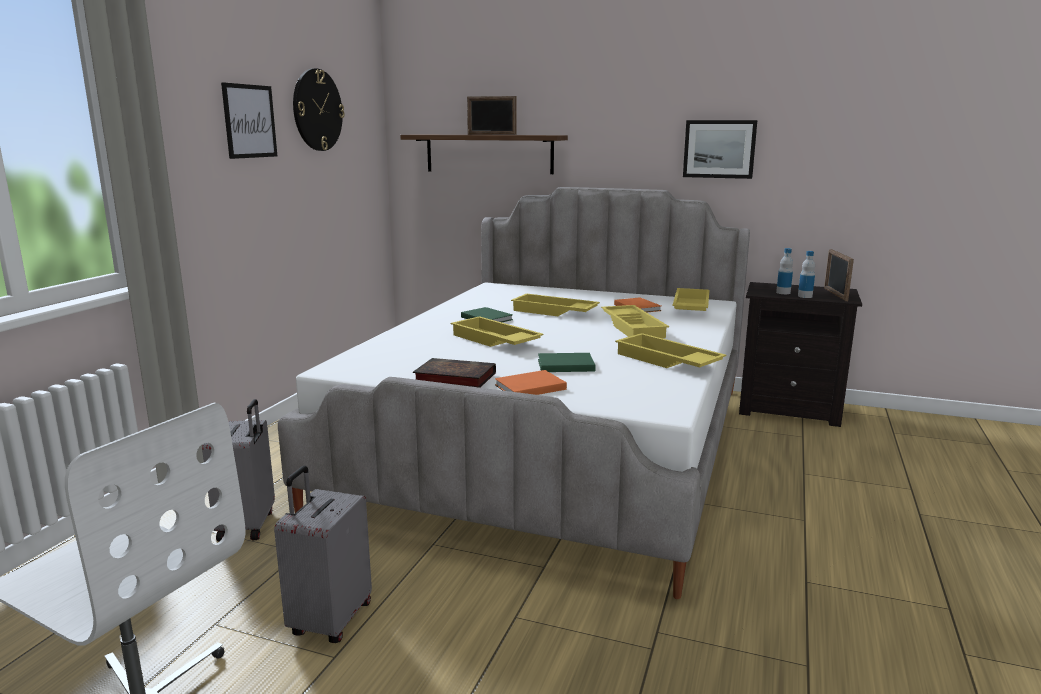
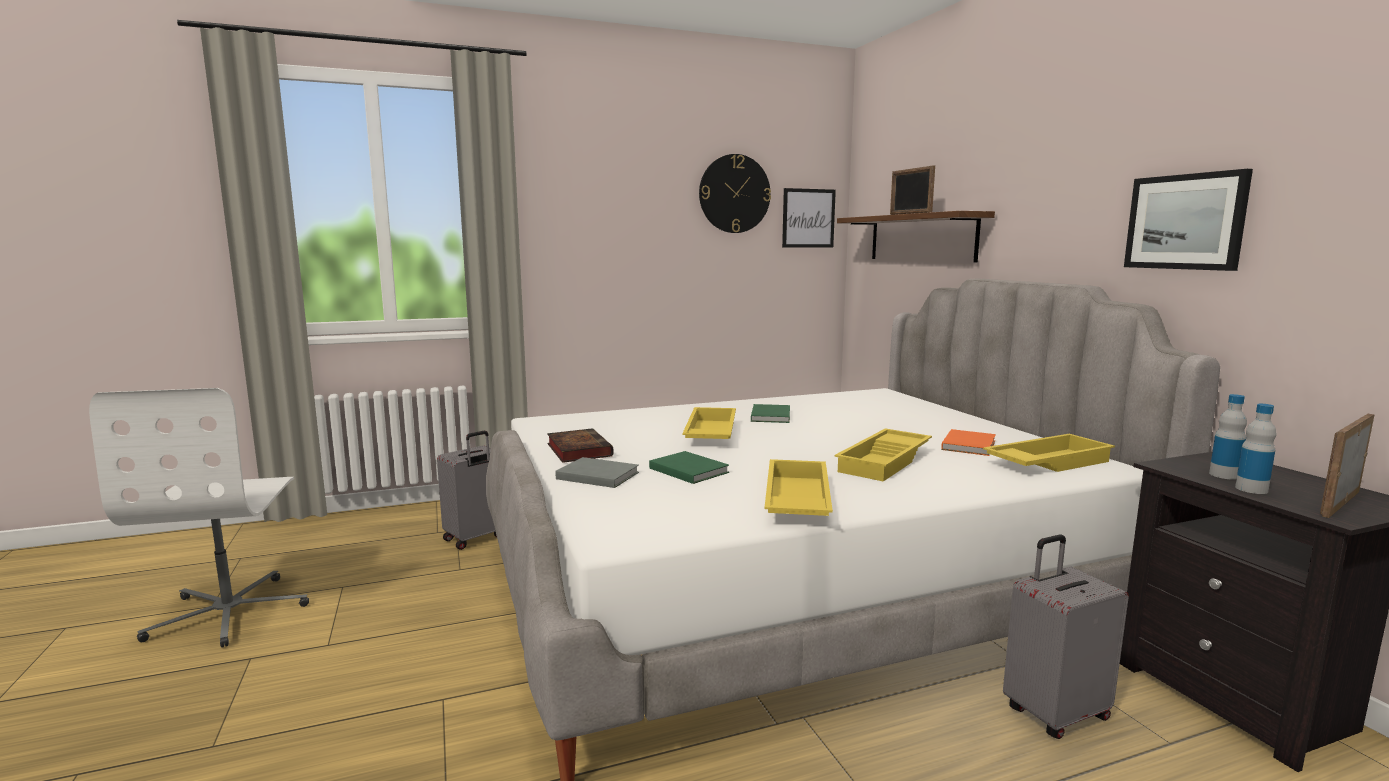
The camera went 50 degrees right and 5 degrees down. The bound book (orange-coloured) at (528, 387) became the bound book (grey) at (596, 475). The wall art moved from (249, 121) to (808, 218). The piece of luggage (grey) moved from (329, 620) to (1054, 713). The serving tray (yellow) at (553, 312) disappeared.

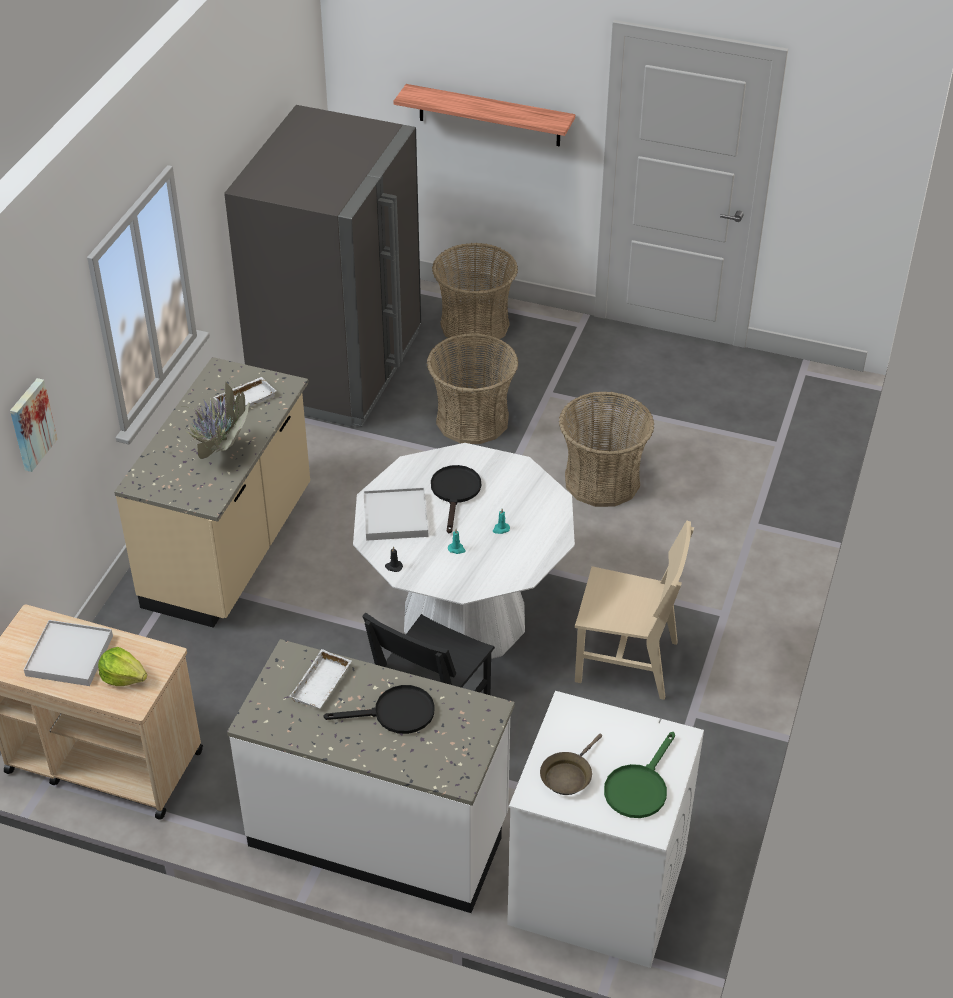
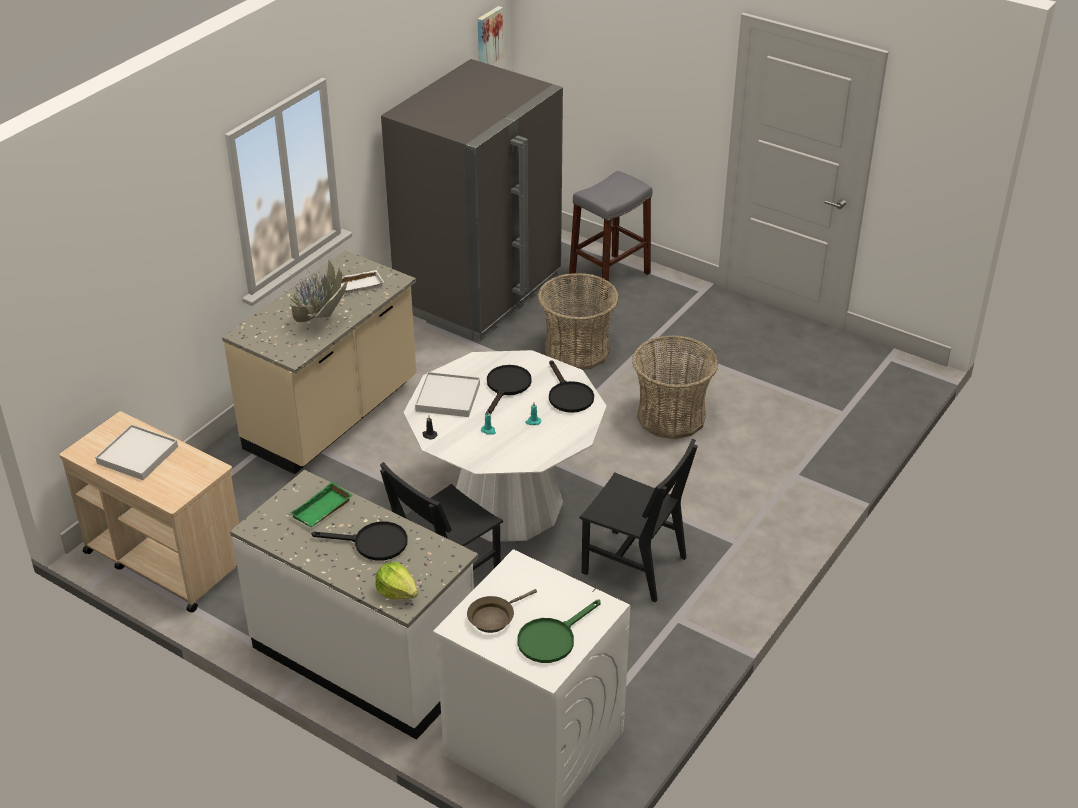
The camera went 15 degrees right and 5 degrees down. The serving tray (white) at (322, 685) became the serving tray (green-coloured) at (322, 510). The head of lettuce moved from (123, 677) to (397, 591). The wall art moved from (30, 424) to (488, 37). The pan (blackish) at (568, 395) appeared. The basket at (475, 325) was replaced by the stool (grey) at (609, 277). The upright chair (beige-coloured) at (626, 662) became the upright chair (blackish) at (634, 565). The bracket shelf at (489, 115) disappeared.

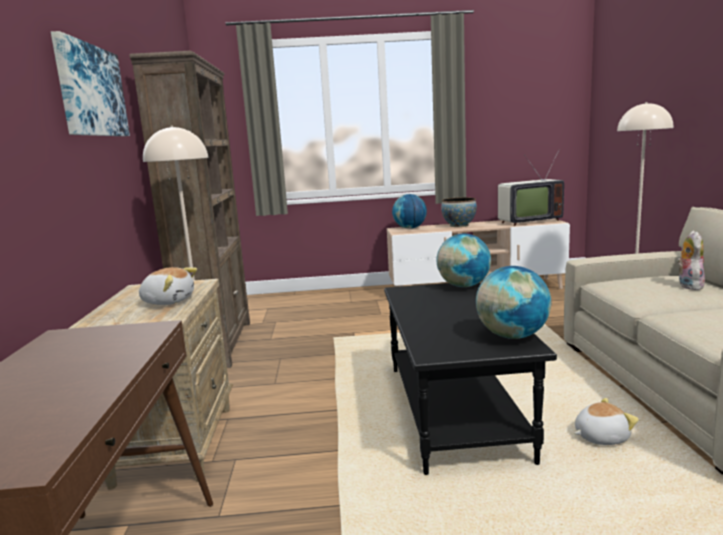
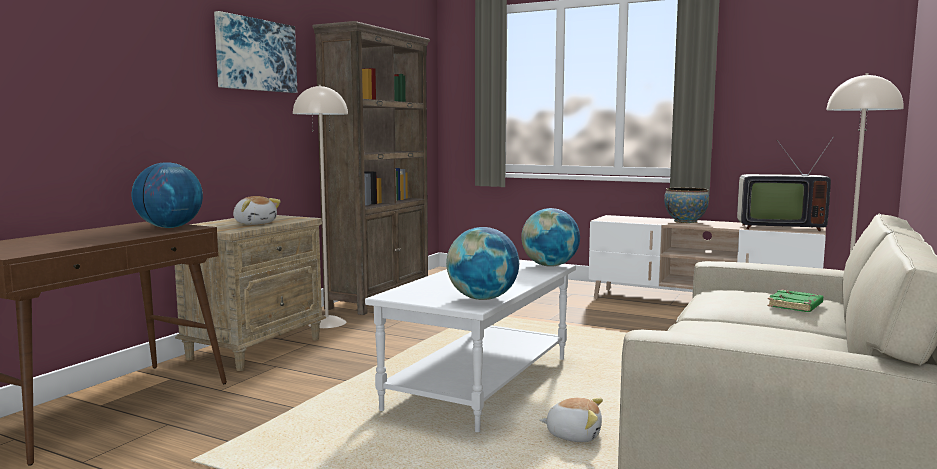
The camera went 30 degrees right and 5 degrees down. The desk globe moved from (410, 228) to (170, 227). The lounge table (blackish) at (456, 410) became the lounge table (white) at (482, 384). The cuddly toy at (688, 286) was replaced by the bound book (green-coloured) at (795, 306).

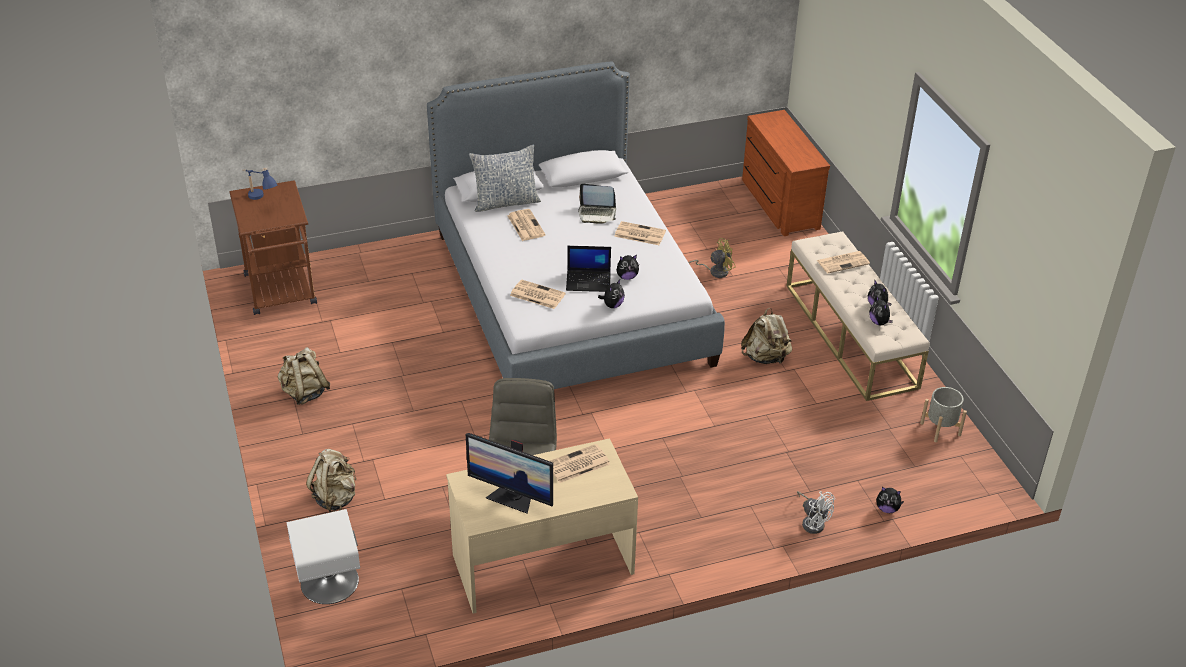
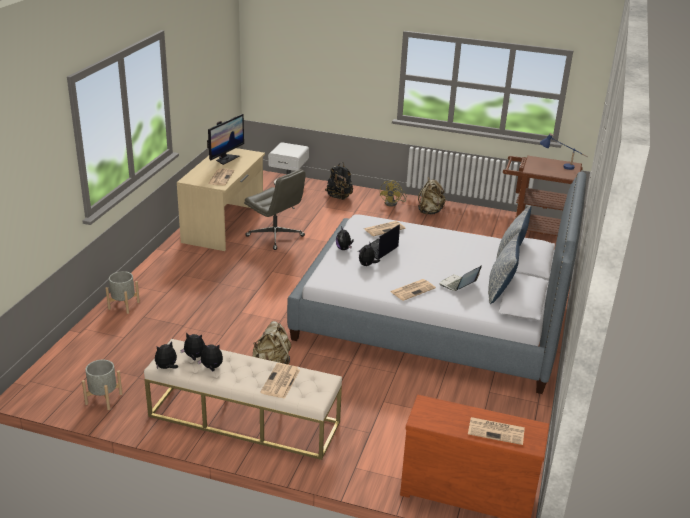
The camera went 125 degrees right and 10 degrees down. The cooling fan (white) at (812, 522) was replaced by the planter (grey) at (124, 305). The cuddly toy moved from (887, 509) to (167, 367). The computer display at (512, 498) turned 150 degrees clockwise. The rucksack (beige-coloured) at (335, 498) became the rucksack (blackish) at (339, 197). The cooling fan (yellow) moved from (715, 271) to (393, 203). The daily paper moved from (525, 225) to (497, 431). The throw pillow at (500, 290) appeared.

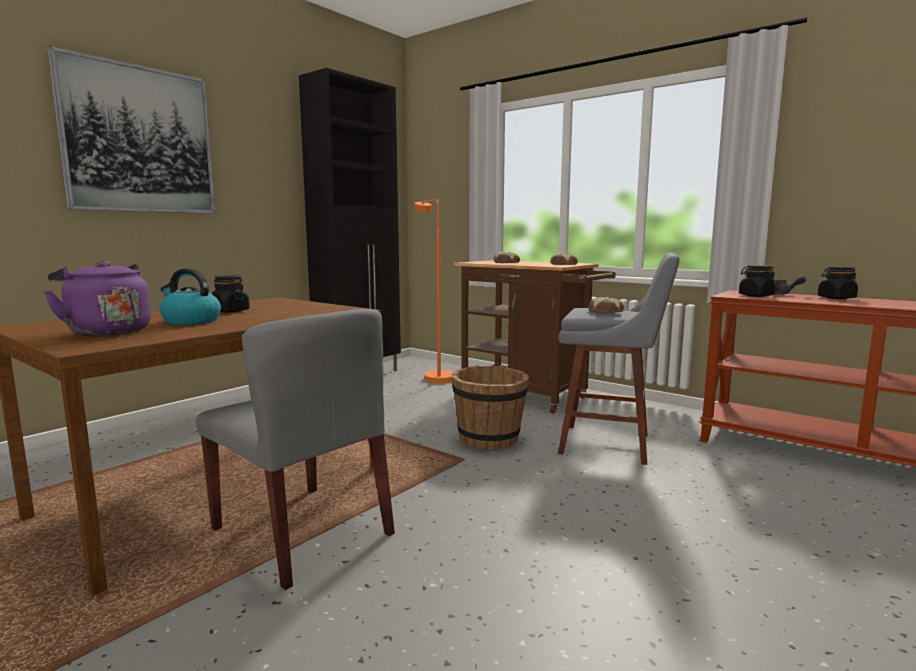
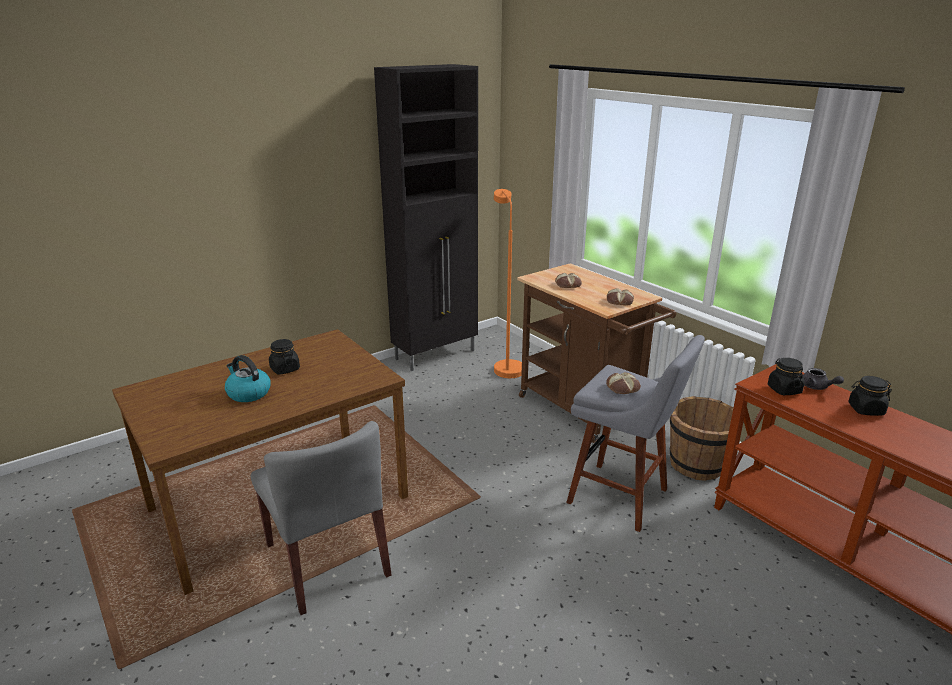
The camera went 15 degrees right and 15 degrees up. The bucket (brown) moved from (489, 439) to (697, 465). The tea kettle (purple-coloured) at (106, 332) disappeared. The wall art at (139, 140) disappeared.

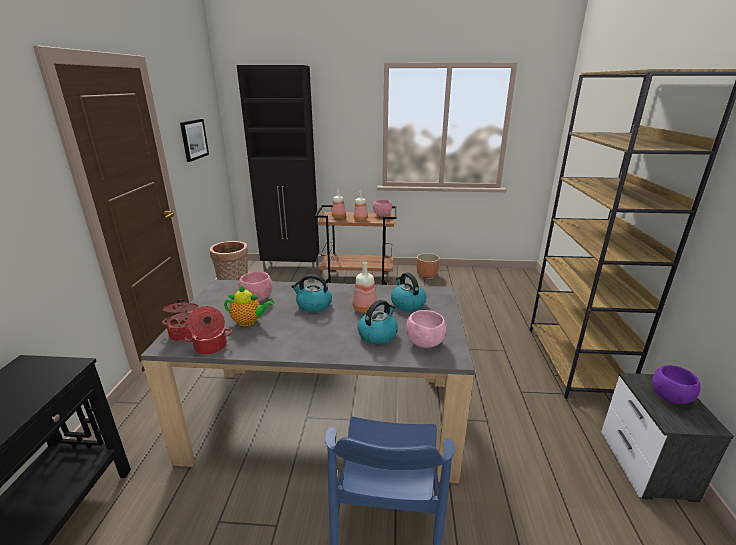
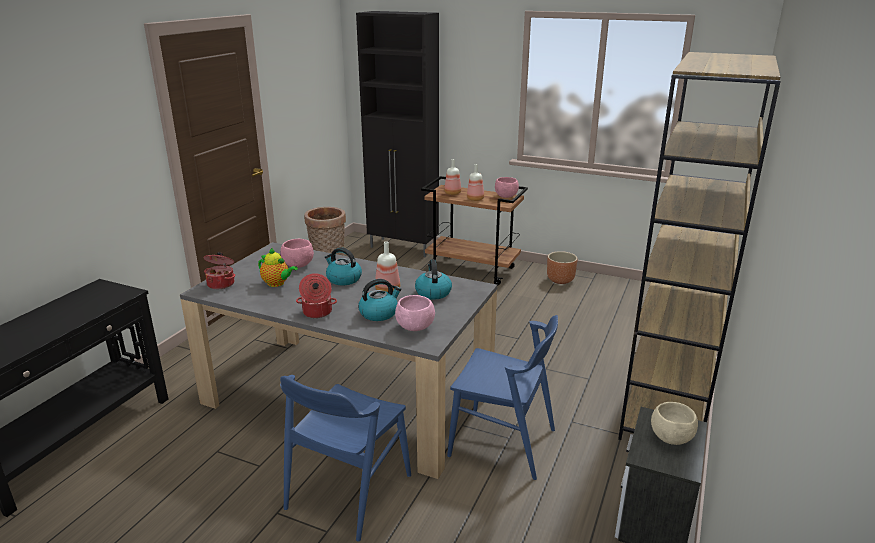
The camera went 20 degrees right and 0 degrees up. The saucepot moved from (211, 347) to (317, 312). The upright chair (blue) at (503, 443) appeared. The serving bowl (purple-coloured) at (670, 398) became the serving bowl (beige-coloured) at (671, 438). The wall art at (193, 139) disappeared.

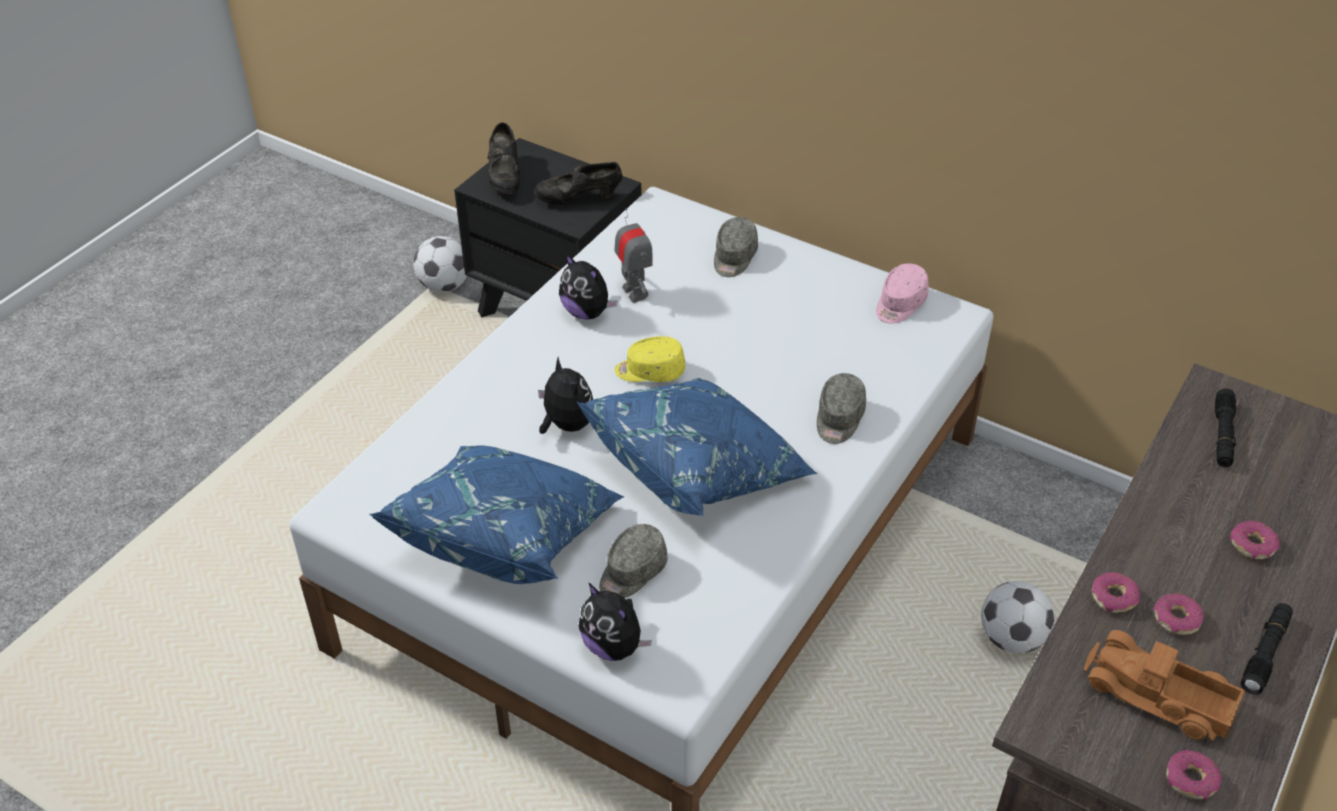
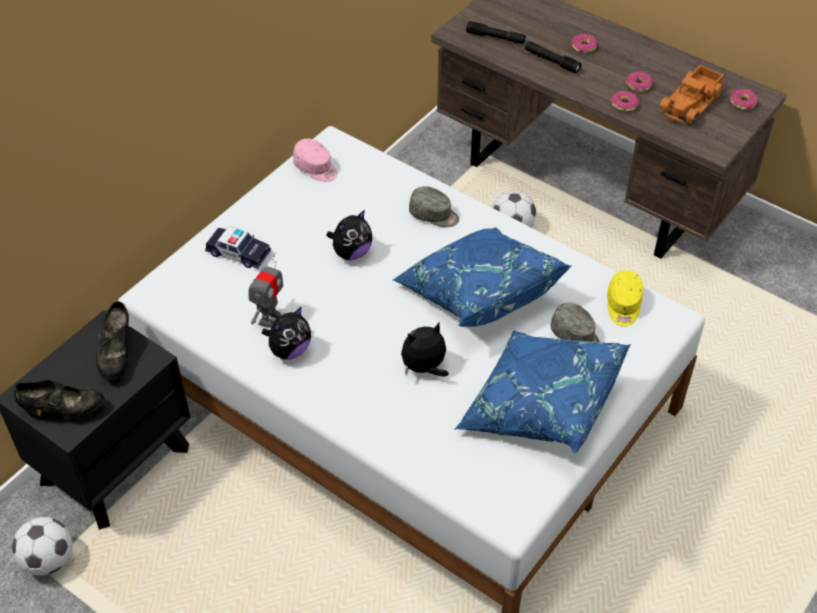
The camera went 85 degrees left and 5 degrees up. The peaked cap (grey) at (734, 258) was replaced by the miniature car at (238, 253). The toy robot at (634, 292) turned 135 degrees clockwise. The cuddly toy moved from (614, 646) to (351, 252). The flashlight (blackish) moved from (1265, 653) to (551, 61). The peaked cap (yellow) moved from (649, 371) to (623, 305).

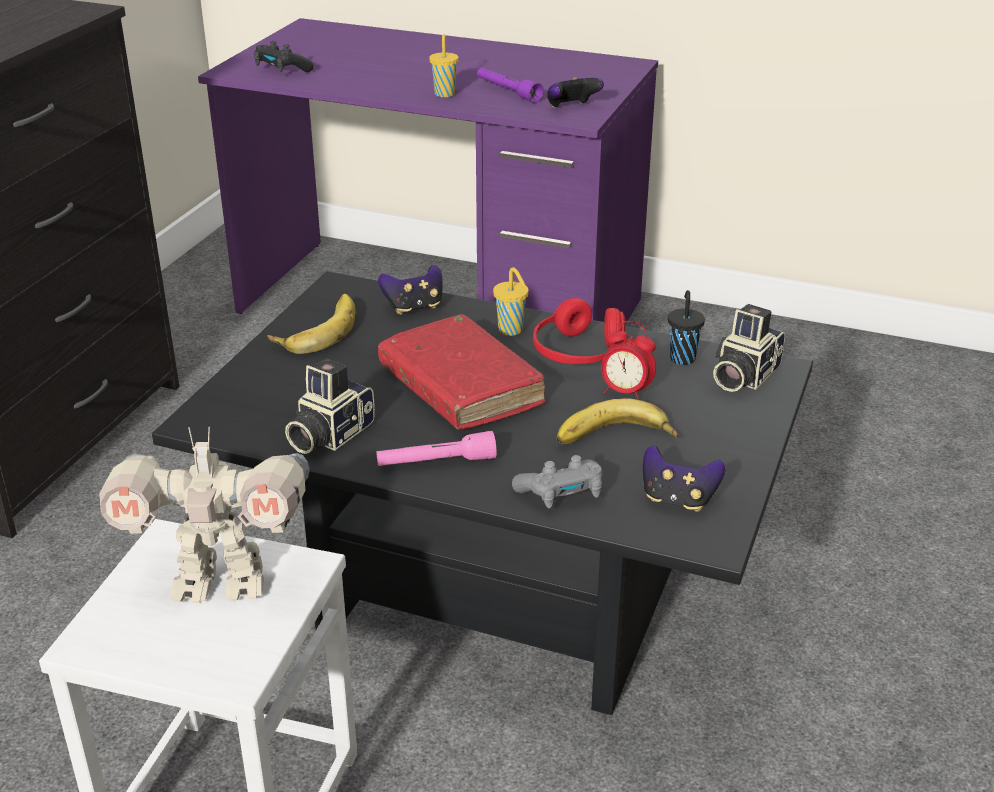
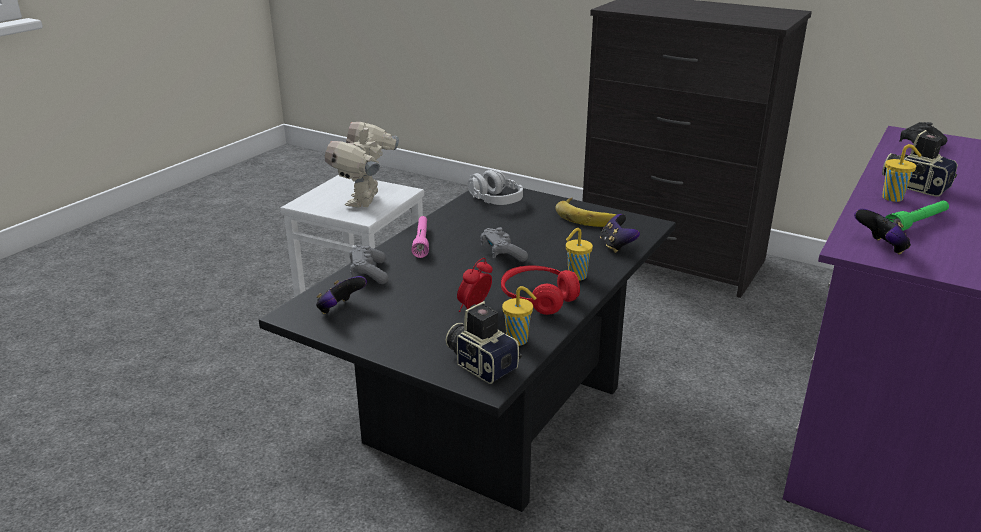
The camera went 100 degrees right and 5 degrees down. The pair of headphones (grey) at (495, 200) appeared. The bound book (red-coloured) at (460, 387) was replaced by the joypad (grey) at (502, 254). The small cup (blackish) at (682, 358) became the small cup (yellow) at (518, 340). The still camera moved from (328, 434) to (915, 186). The flashlight (purple-coloured) at (508, 92) became the flashlight (green-coloured) at (916, 224). The banana at (615, 439) disappeared.

